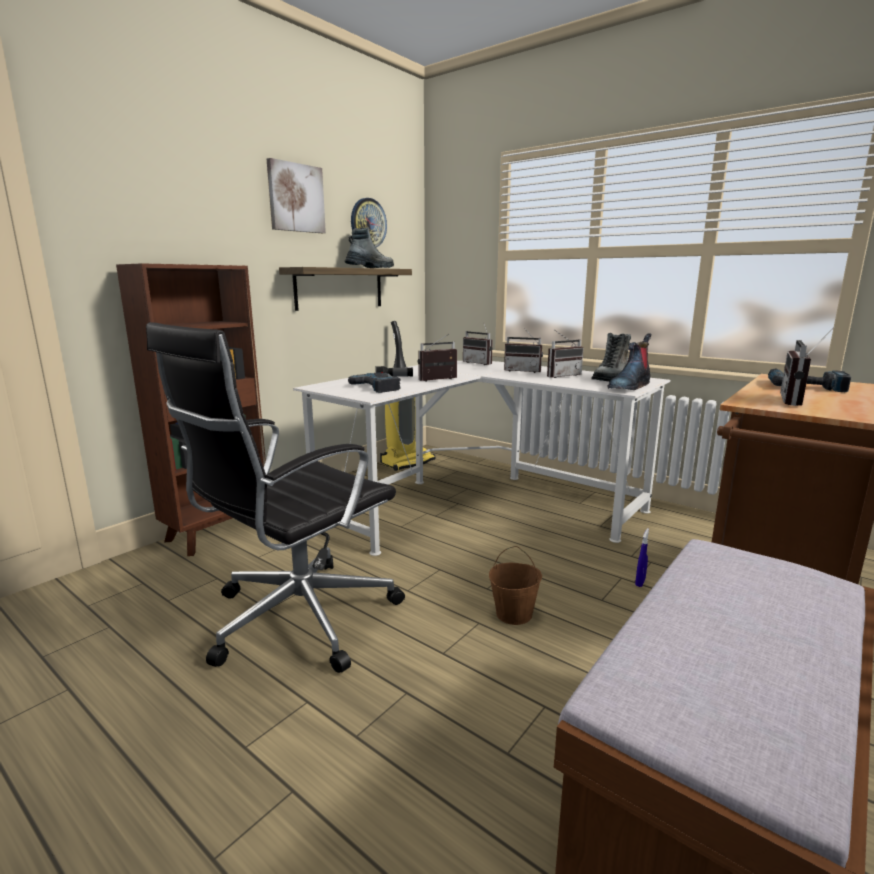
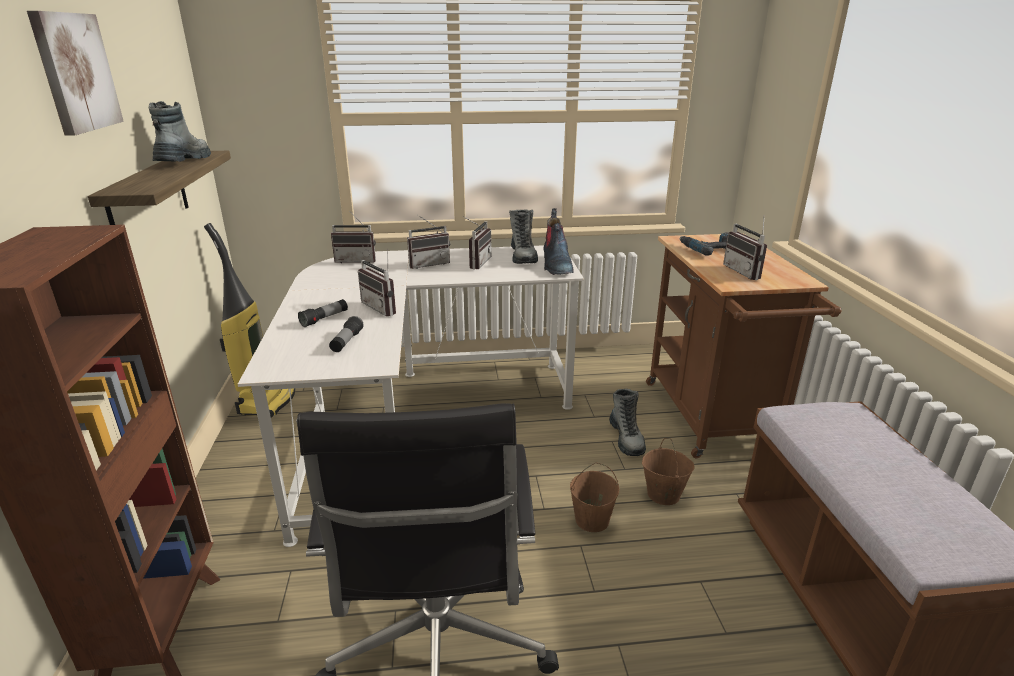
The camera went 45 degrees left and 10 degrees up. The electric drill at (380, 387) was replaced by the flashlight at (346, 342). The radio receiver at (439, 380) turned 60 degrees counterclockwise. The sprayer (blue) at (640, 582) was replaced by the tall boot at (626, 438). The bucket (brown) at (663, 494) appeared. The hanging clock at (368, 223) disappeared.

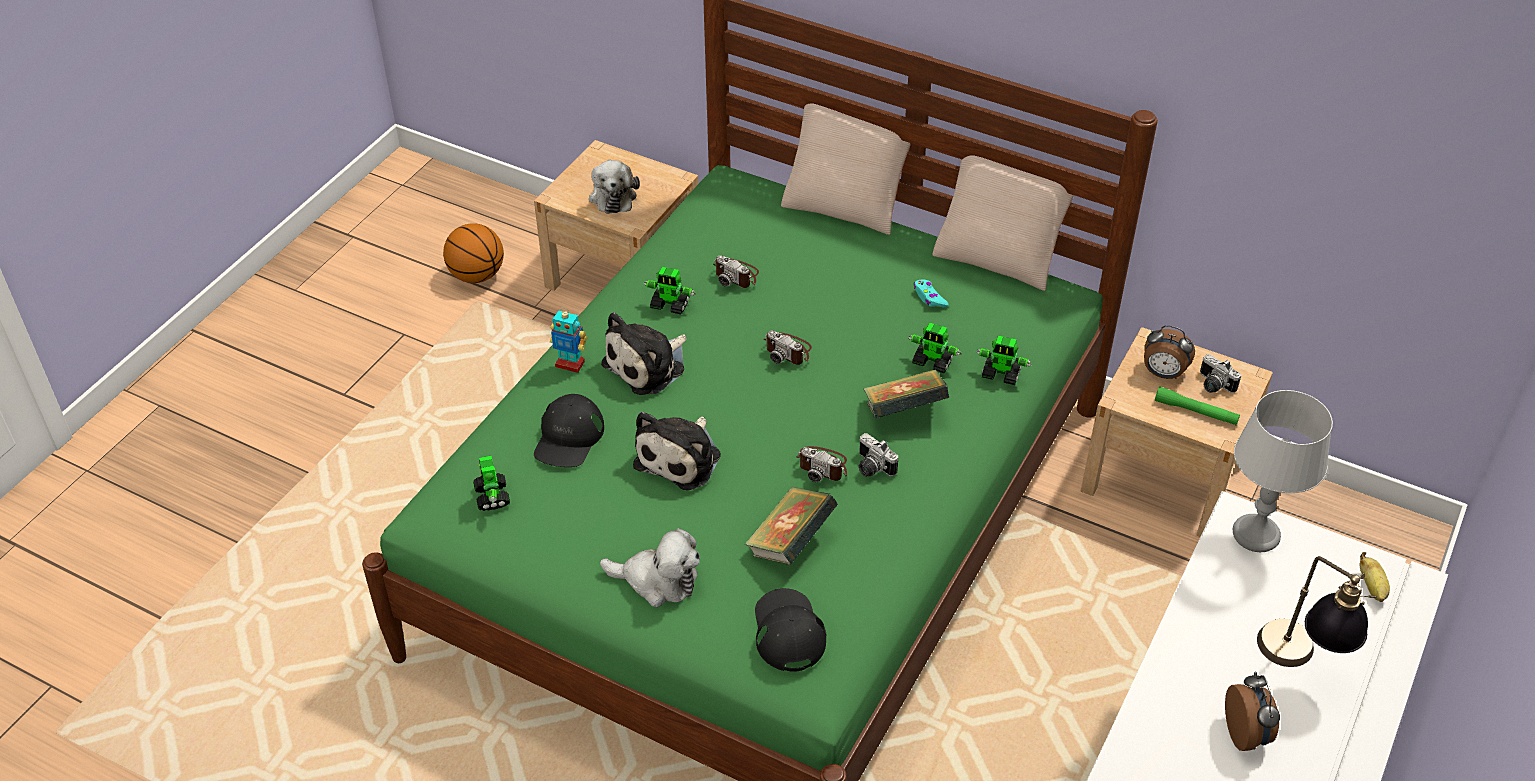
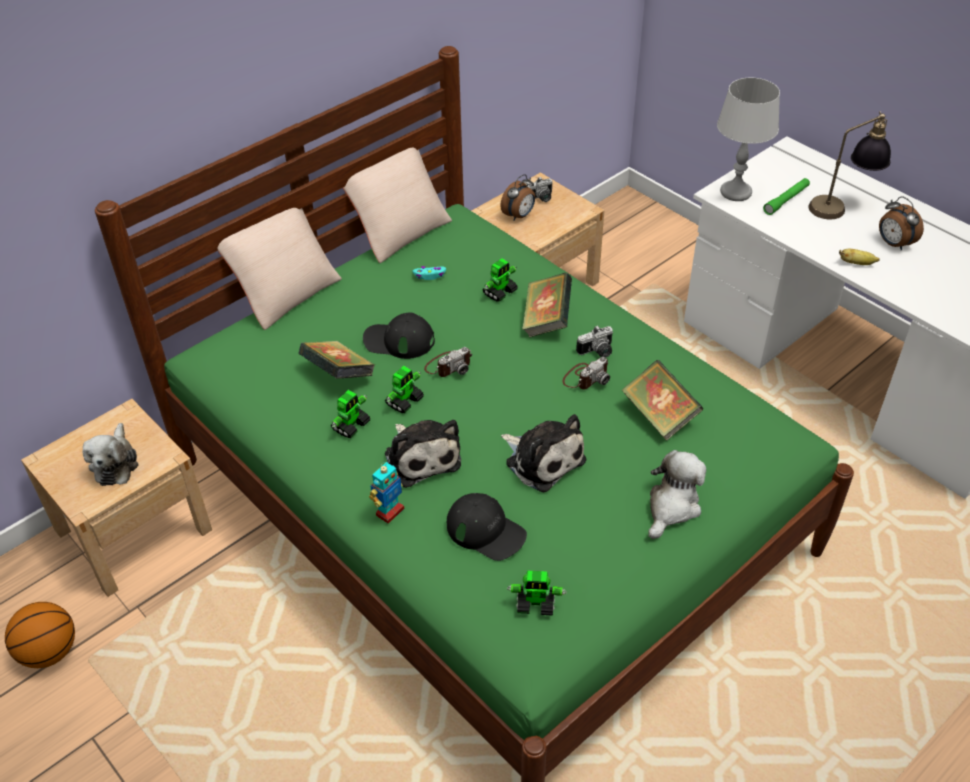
The camera went 70 degrees left and 0 degrees up. The cuddly toy at (613, 195) turned 75 degrees clockwise. The still camera at (736, 275) was replaced by the bound book at (339, 375). The peaked cap (blackish) moved from (788, 631) to (399, 340). The toy robot moved from (1001, 374) to (405, 401). The flashlight (green-coloured) moved from (1195, 412) to (786, 200). The banana moved from (1372, 587) to (856, 263). The table clock at (1246, 734) turned 135 degrees counterclockwise.

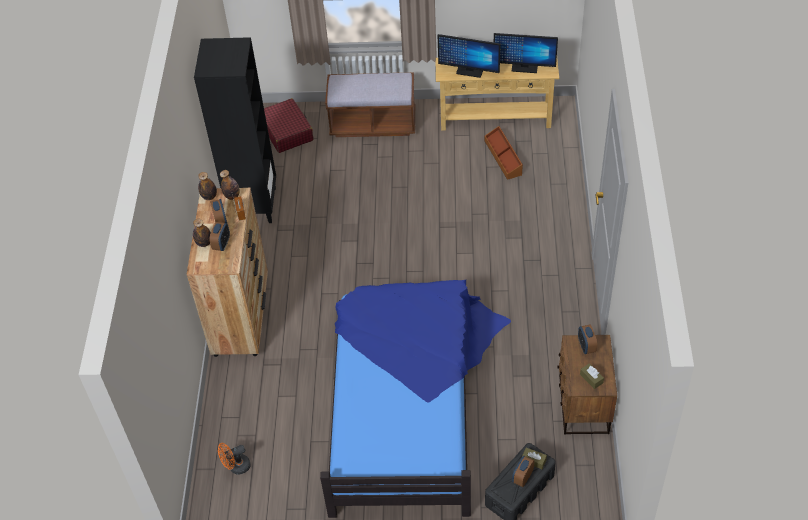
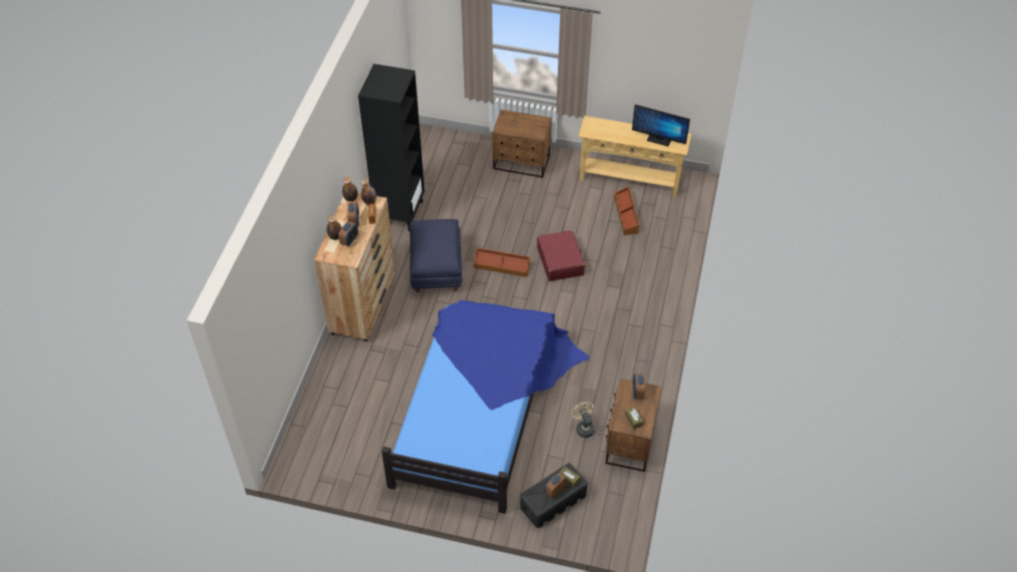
The camera went 10 degrees right and 0 degrees up. The pouffe (blue) at (436, 269) appeared. The storage container (brown) at (502, 266) appeared. The indoor bench (brown) at (373, 124) was replaced by the night table (brown) at (521, 163). The piece of luggage (red-coloured) moved from (286, 131) to (560, 261). The cooling fan (beige-coloured) at (583, 427) appeared. The cooling fan (orange-coloured) at (236, 467) disappeared. The computer display at (469, 71) disappeared.

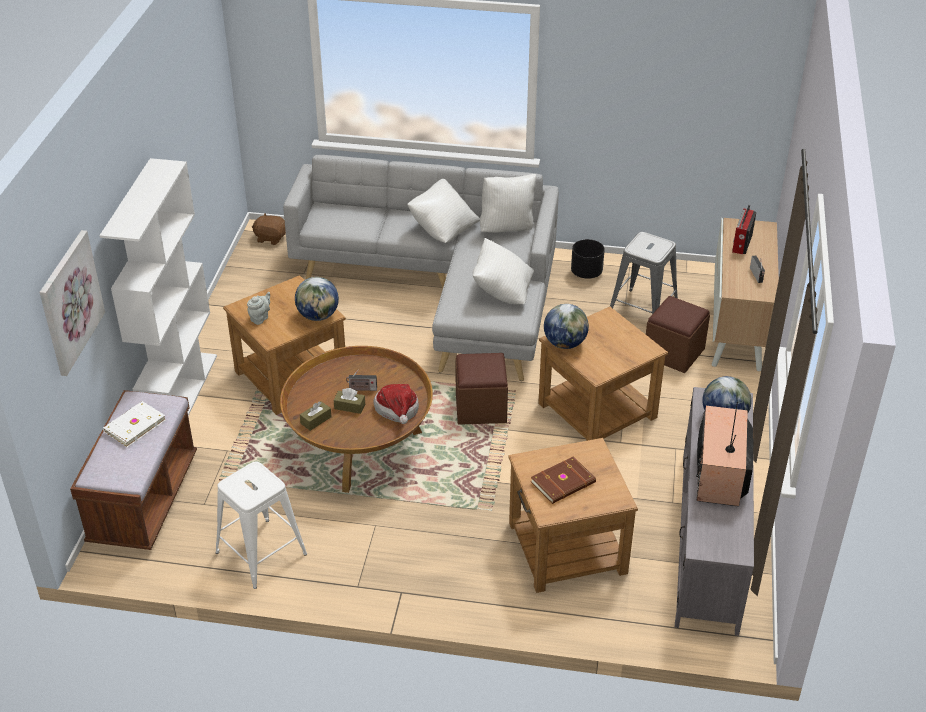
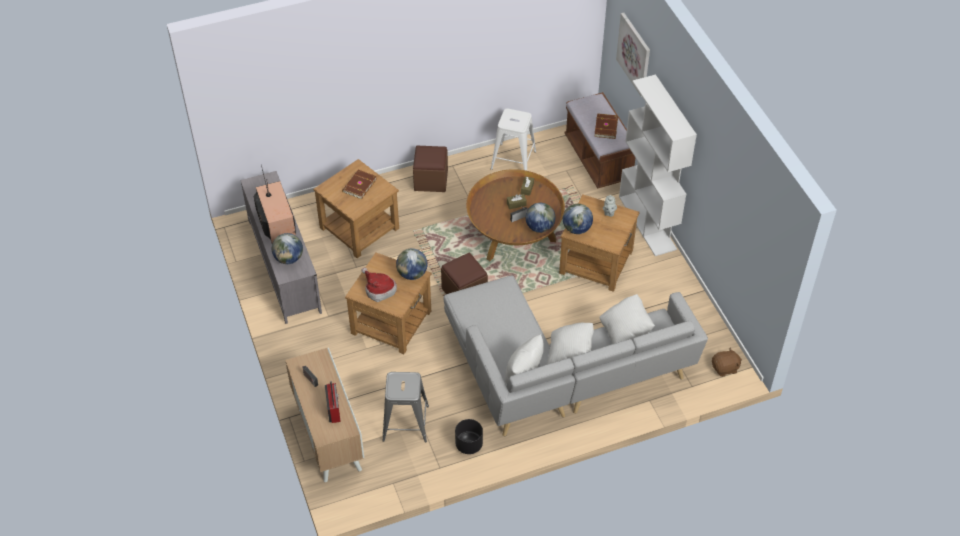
The camera went 150 degrees right and 10 degrees up. The wearable hat moved from (397, 412) to (379, 290). The pouffe (brown) moved from (674, 353) to (431, 180). The desk globe at (539, 227) appeared. The bound book (white) at (133, 425) became the bound book (brown) at (606, 127). The throw pillow (white) moved from (502, 291) to (625, 332).

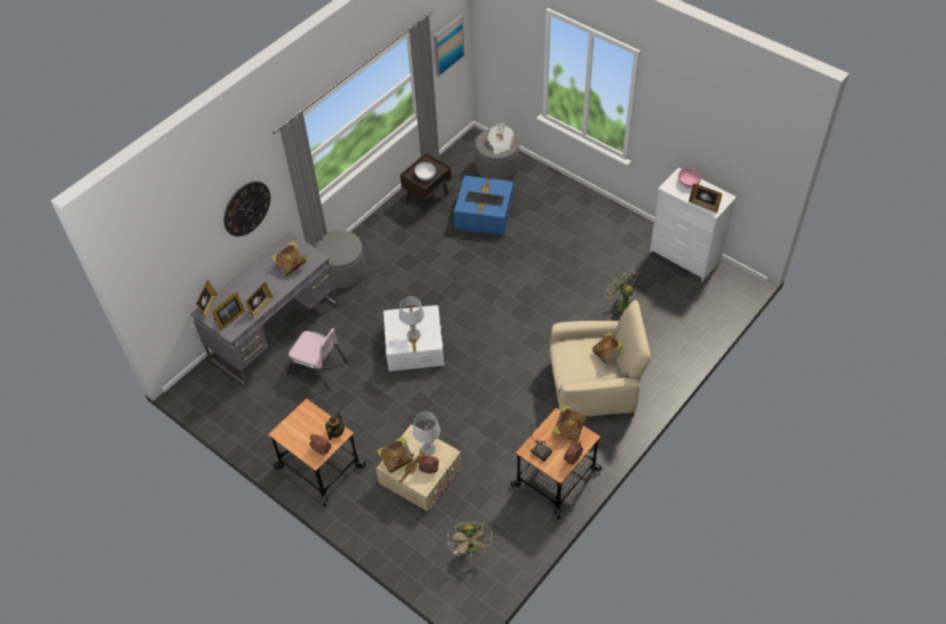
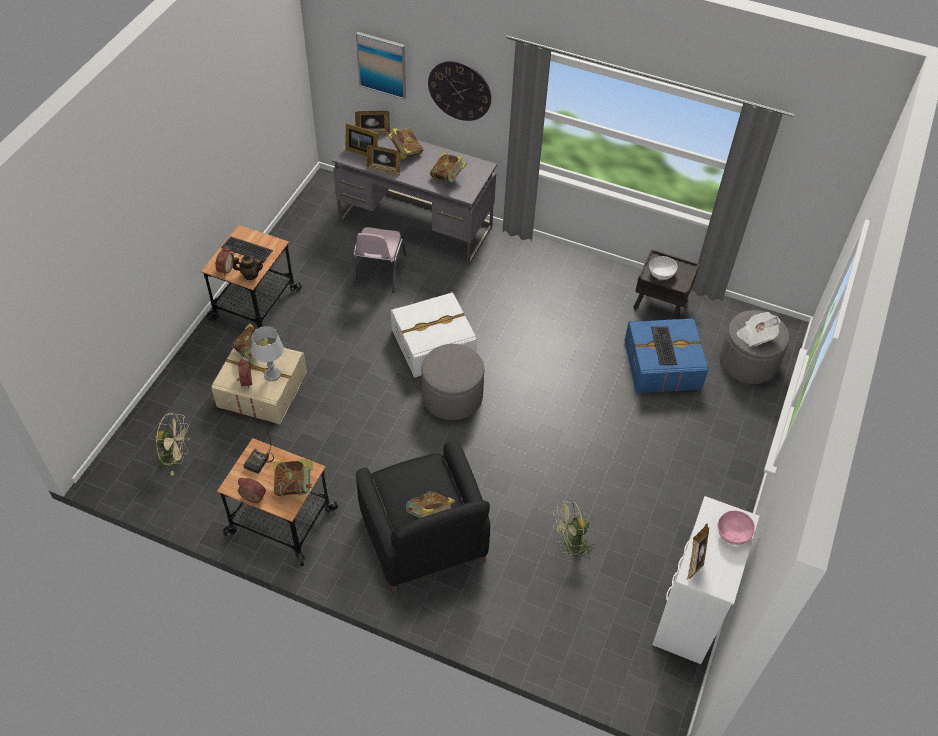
The camera went 70 degrees right and 0 degrees up. The cooling fan (beige-coloured) at (471, 549) turned 150 degrees counterclockwise. The computer keyboard at (247, 249) appeared. The wall art moved from (448, 45) to (382, 65). The armchair (beige-coloured) at (594, 388) became the armchair (blackish) at (424, 538). The bound book at (405, 152) appeared. The pouffe (grey) moved from (342, 271) to (452, 397). The cooling fan (green-coloured) at (621, 305) turned 135 degrees counterclockwise. The tabletop lamp (grey) at (413, 334) disappeared.

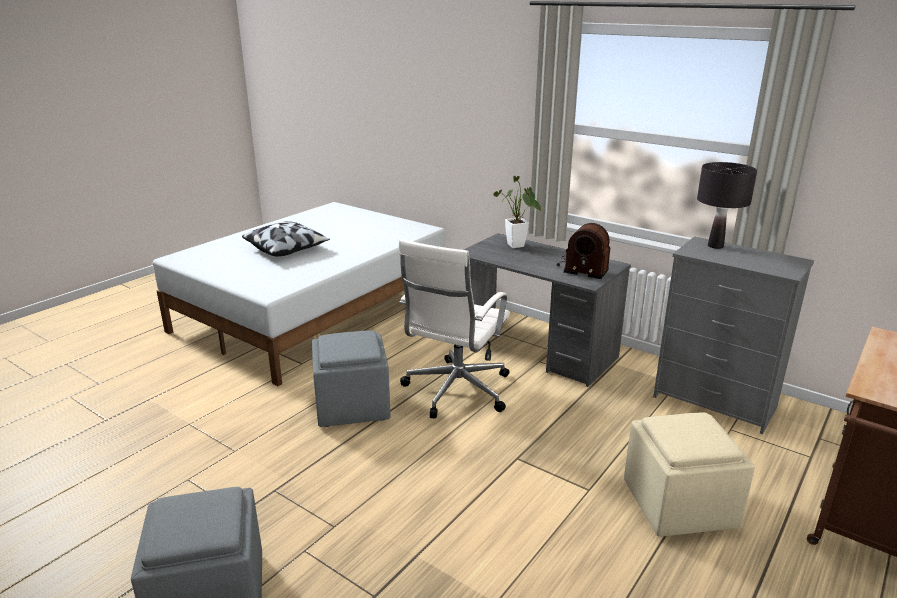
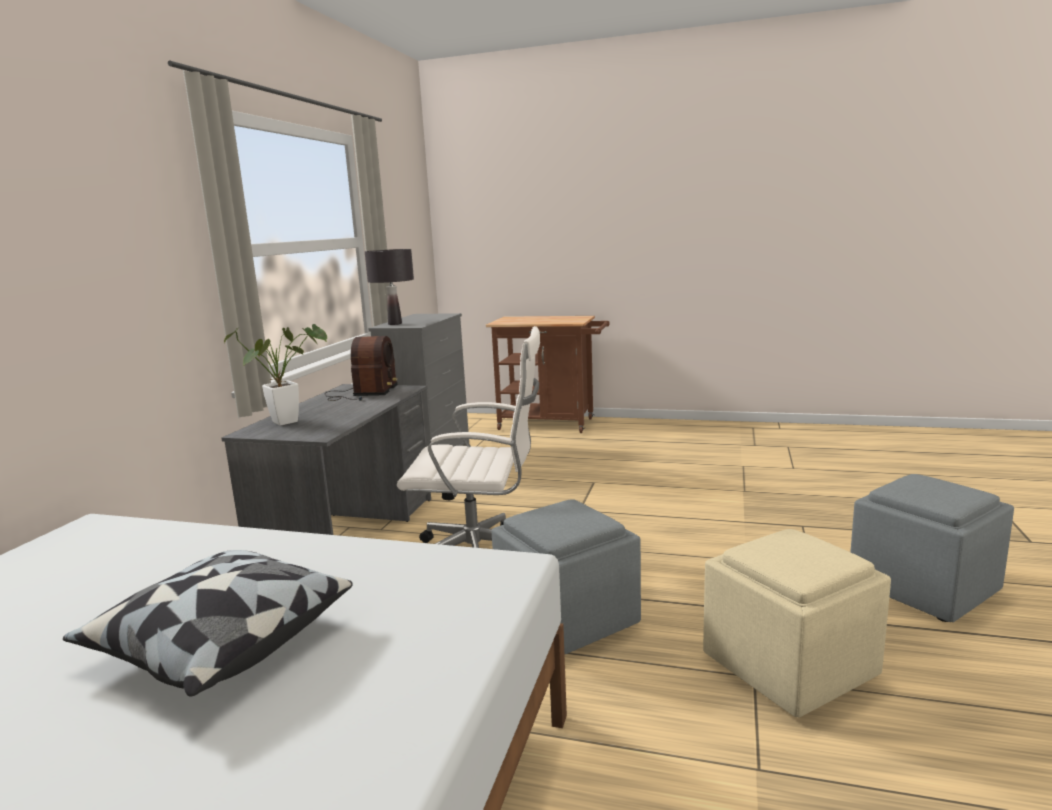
The camera went 110 degrees left and 10 degrees down. The pouffe (beige-coloured) moved from (677, 504) to (789, 668).

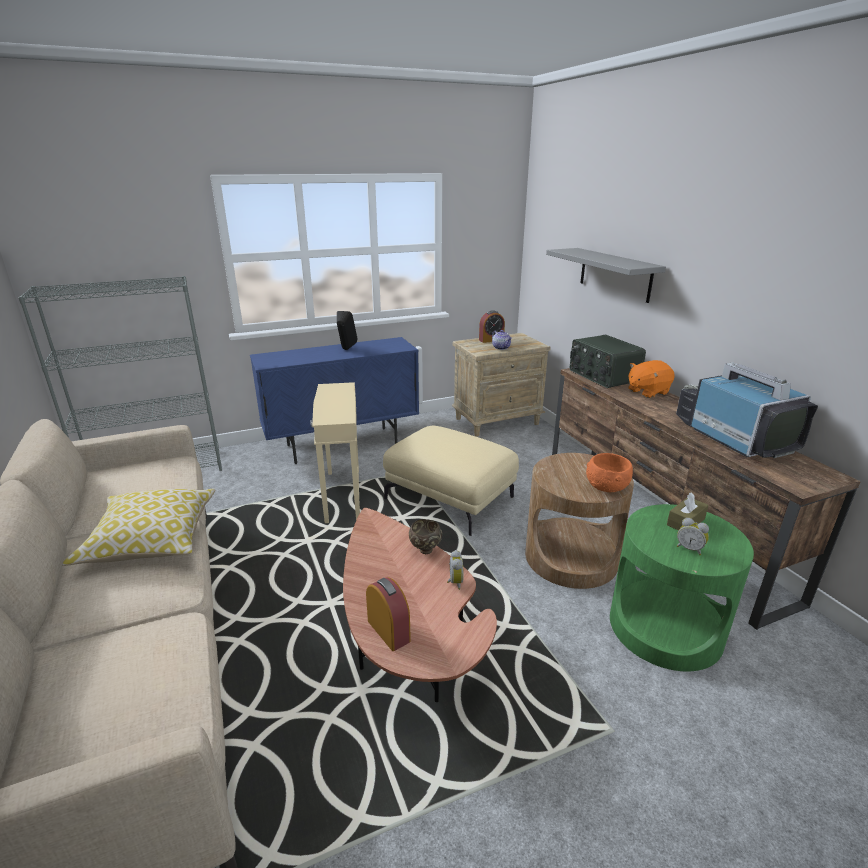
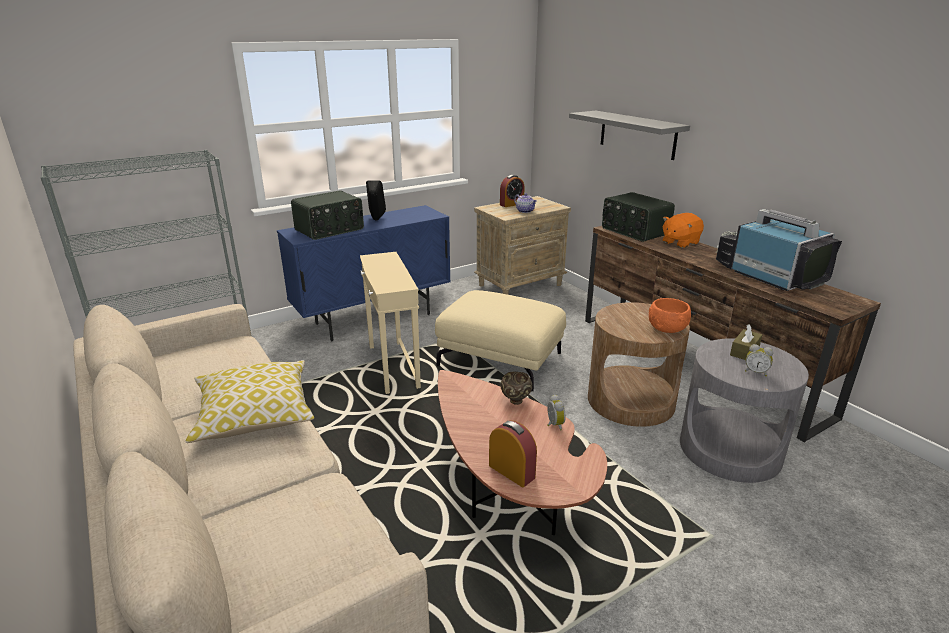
The camera went 10 degrees left and 0 degrees up. The radio receiver at (330, 230) appeared. The side table (green-coloured) at (665, 627) became the side table (grey) at (730, 449).

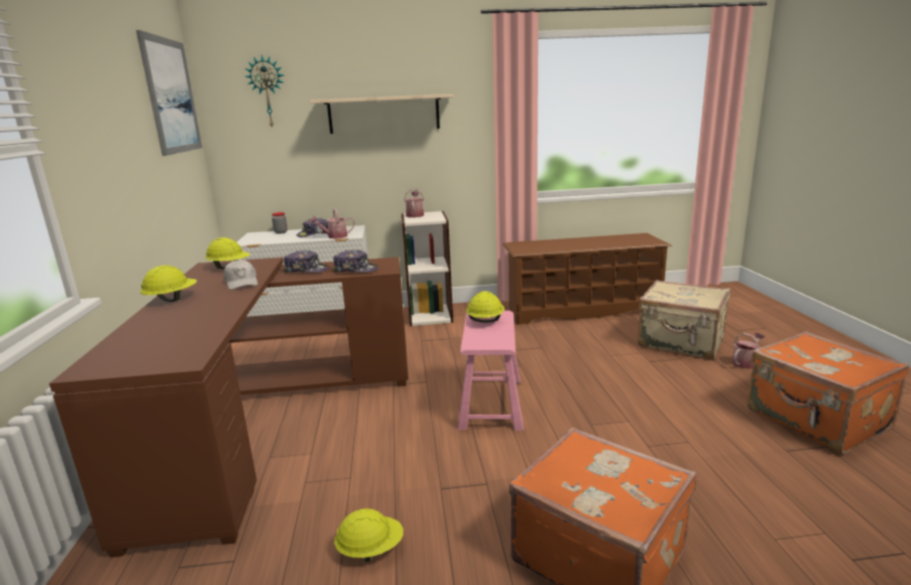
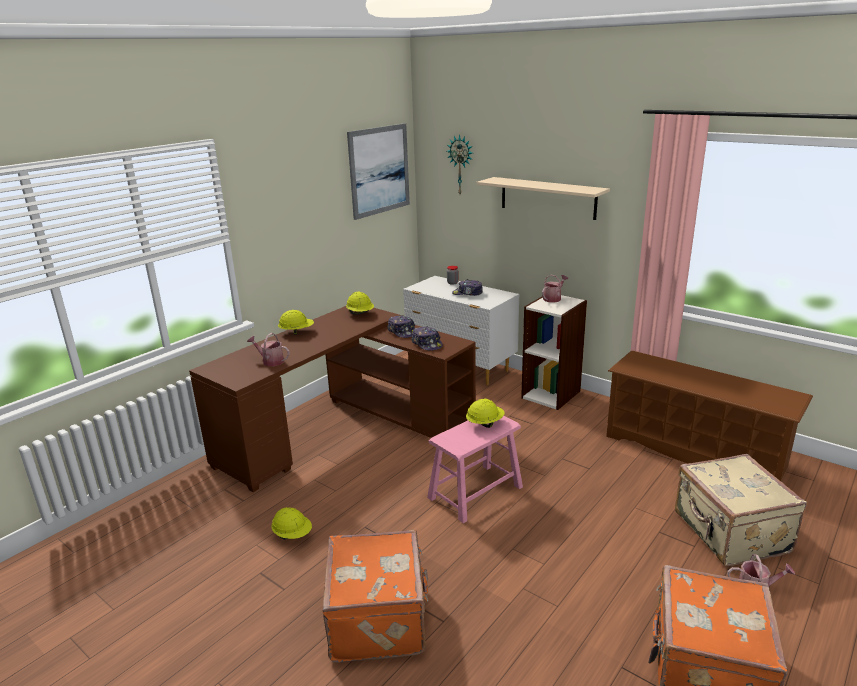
The camera went 45 degrees right and 5 degrees up. The watering can moved from (334, 236) to (270, 361). The peaked cap (white) at (242, 282) disappeared.

